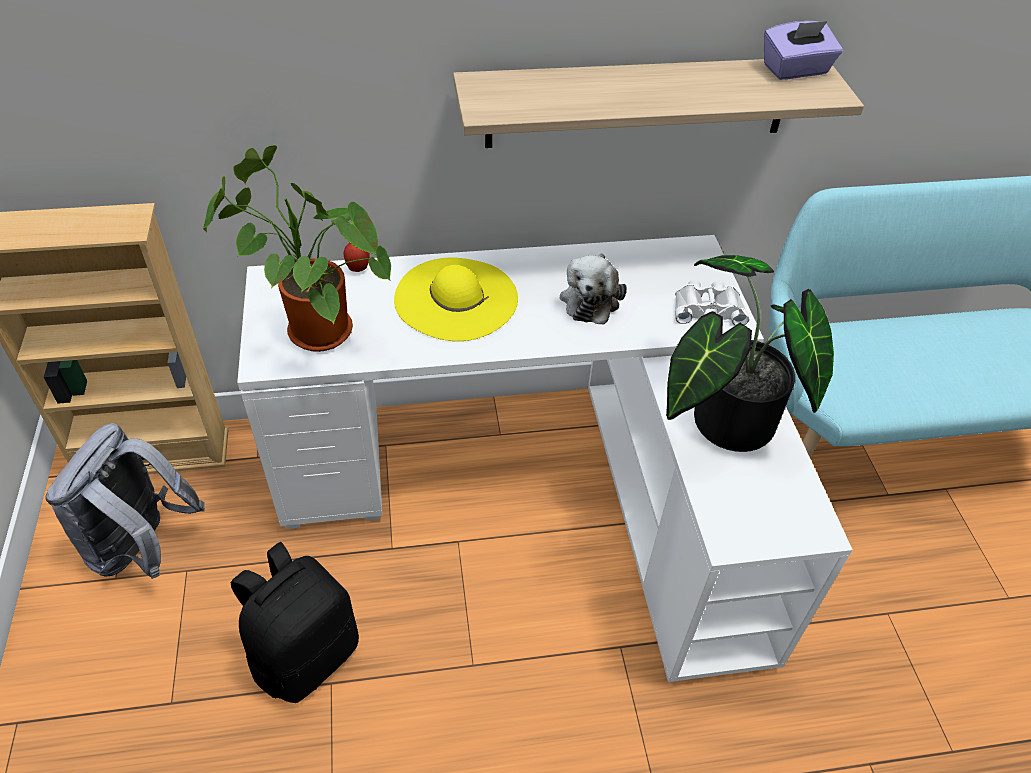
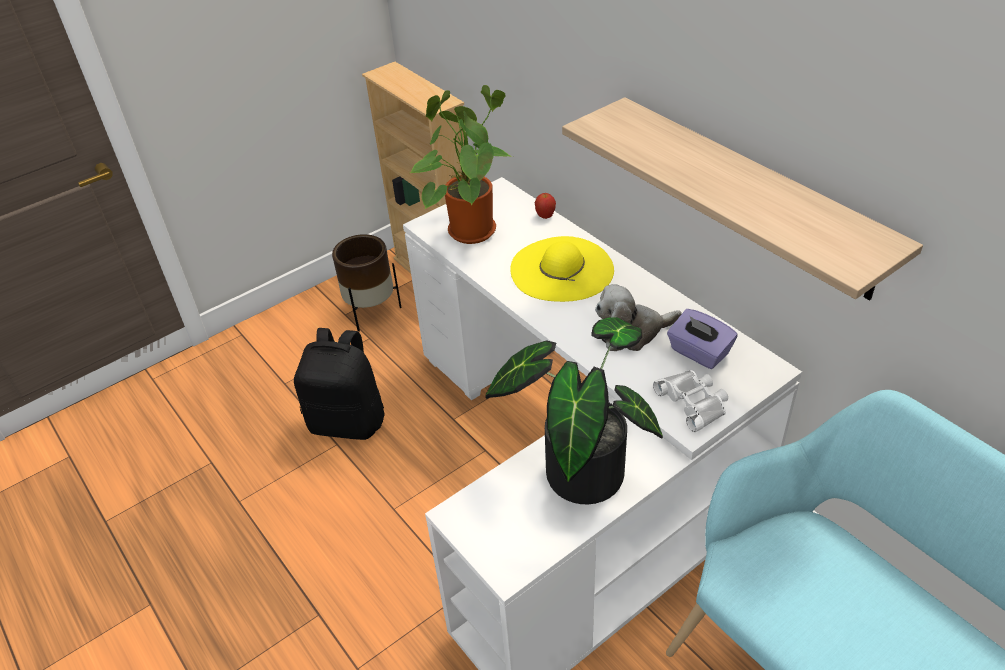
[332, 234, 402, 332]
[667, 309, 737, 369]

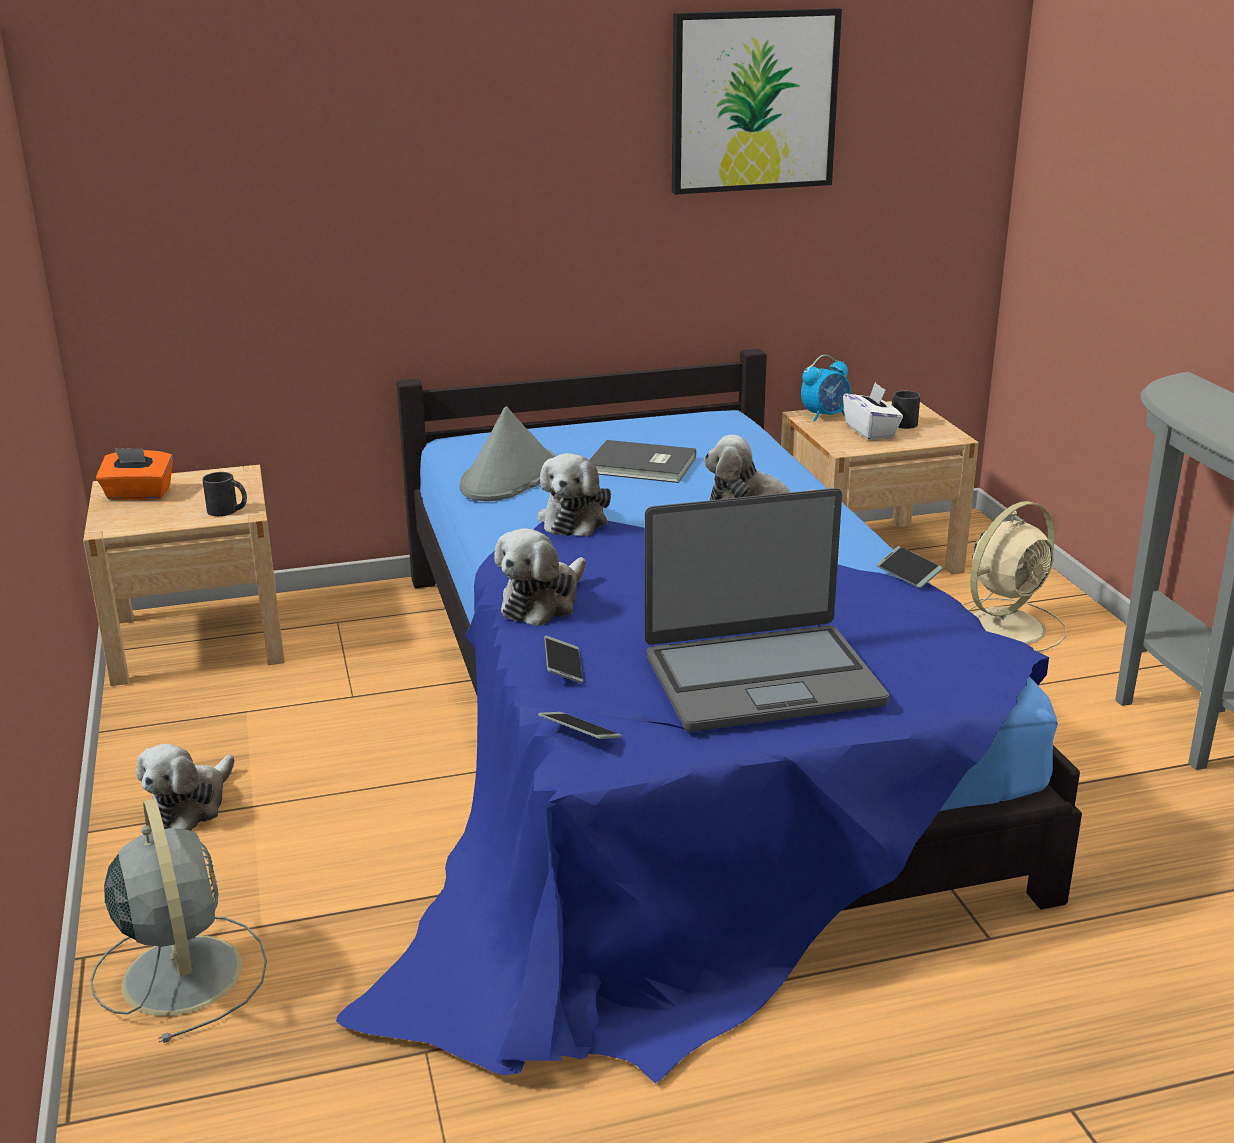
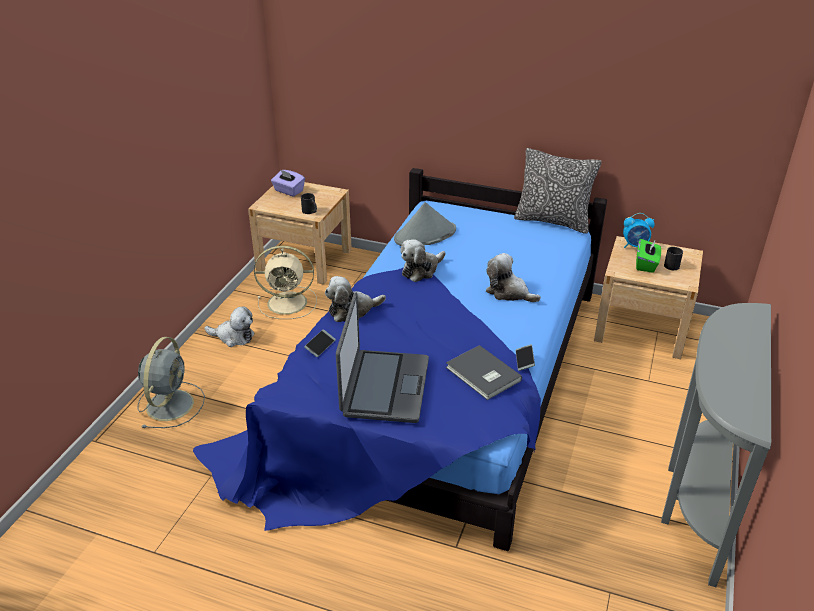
[271, 169, 305, 197]
[204, 306, 254, 347]
[538, 712, 622, 739] (first image)
[446, 345, 522, 400]
[336, 293, 429, 423]
[672, 8, 842, 195] (first image)
[636, 239, 661, 273]
[254, 246, 317, 319]
[514, 148, 602, 234]

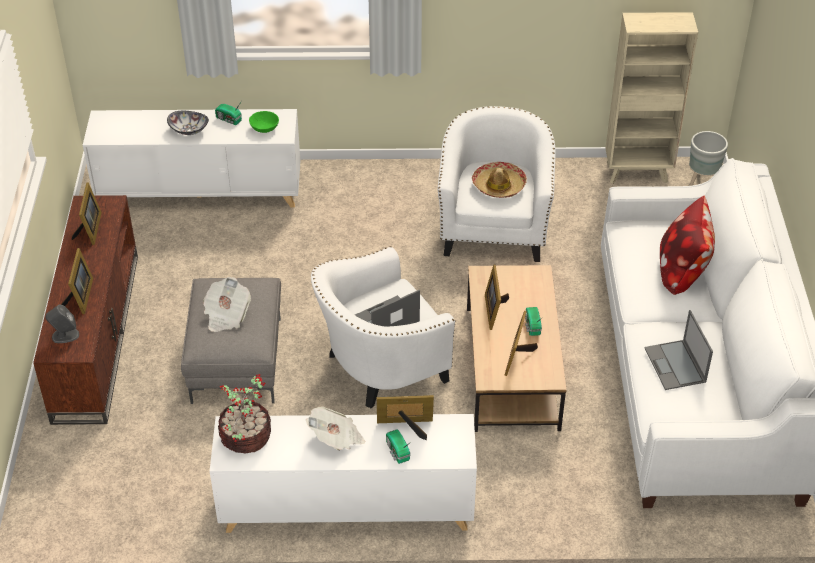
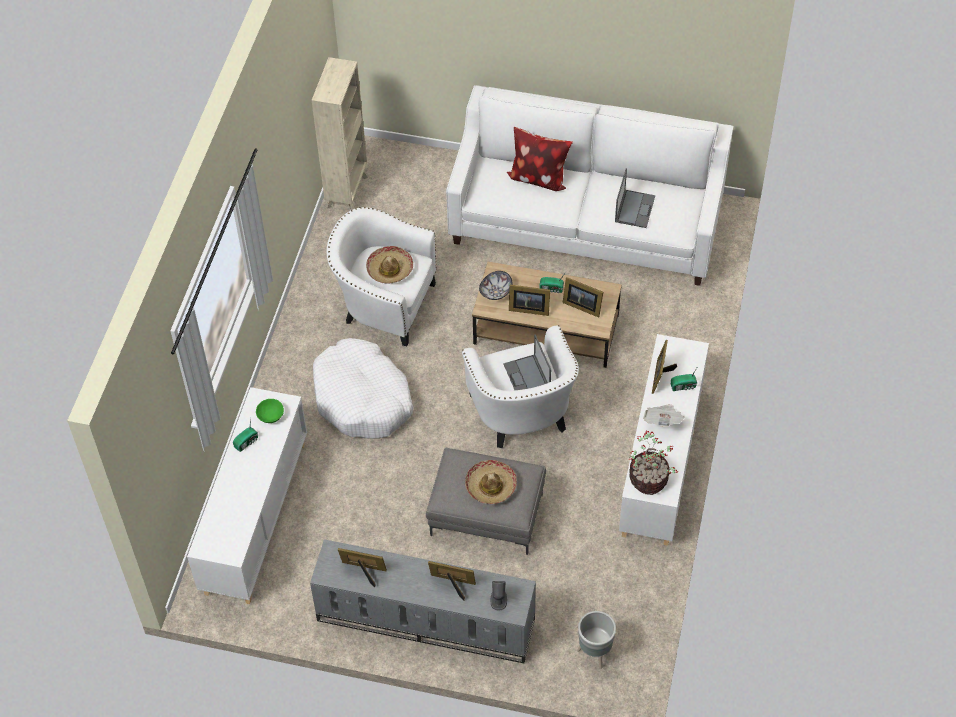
[310, 539, 536, 663]
[479, 271, 512, 300]
[465, 460, 517, 504]
[615, 168, 655, 228]
[577, 611, 616, 669]
[313, 338, 414, 439]

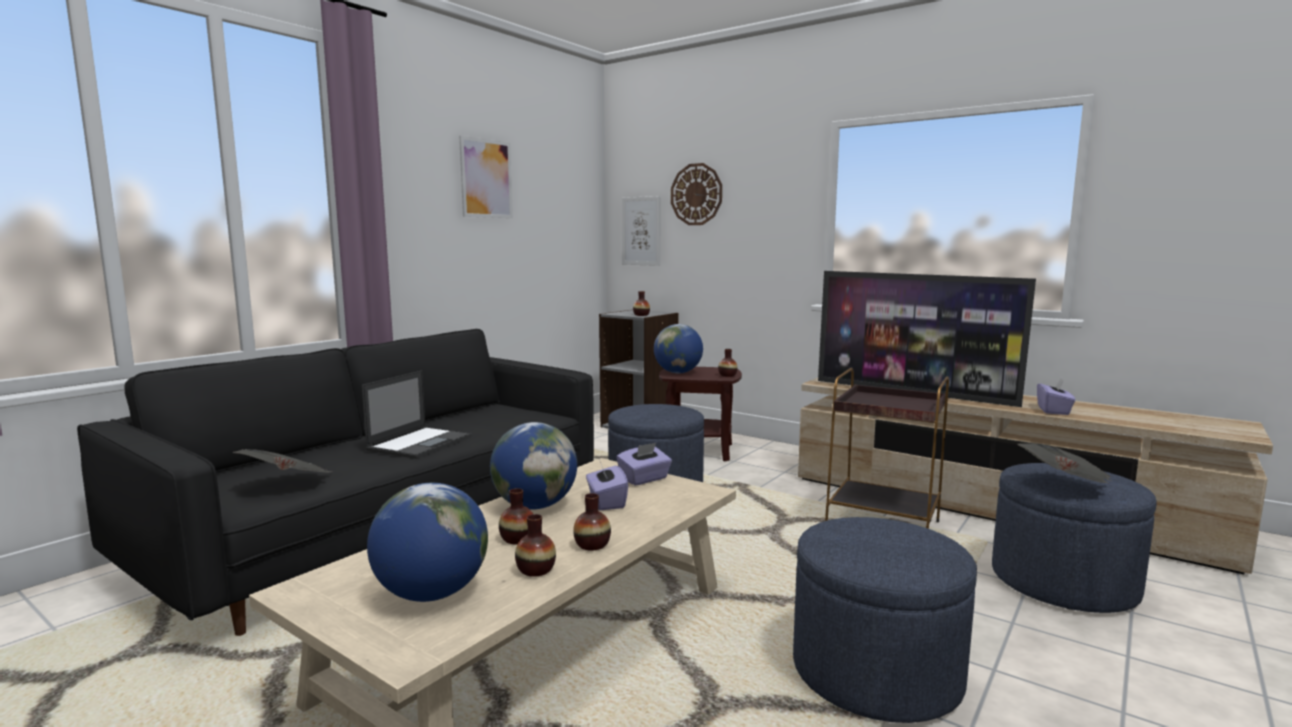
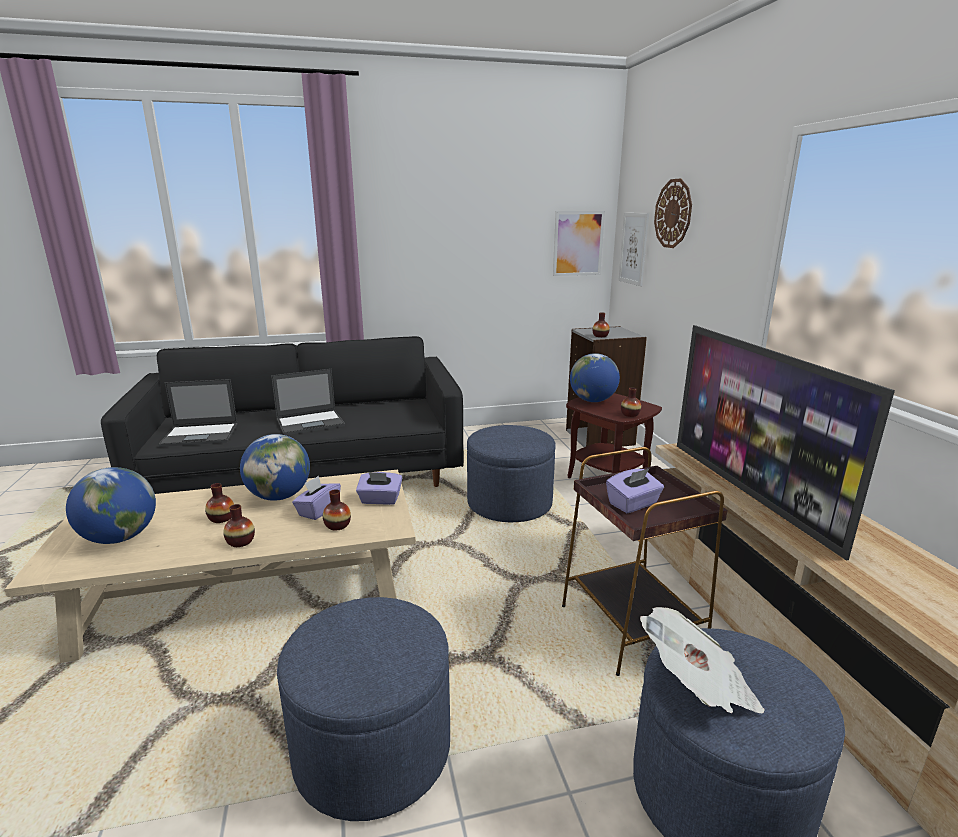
[158, 379, 238, 447]
[553, 211, 605, 276]
[323, 489, 351, 531]
[606, 468, 664, 513]

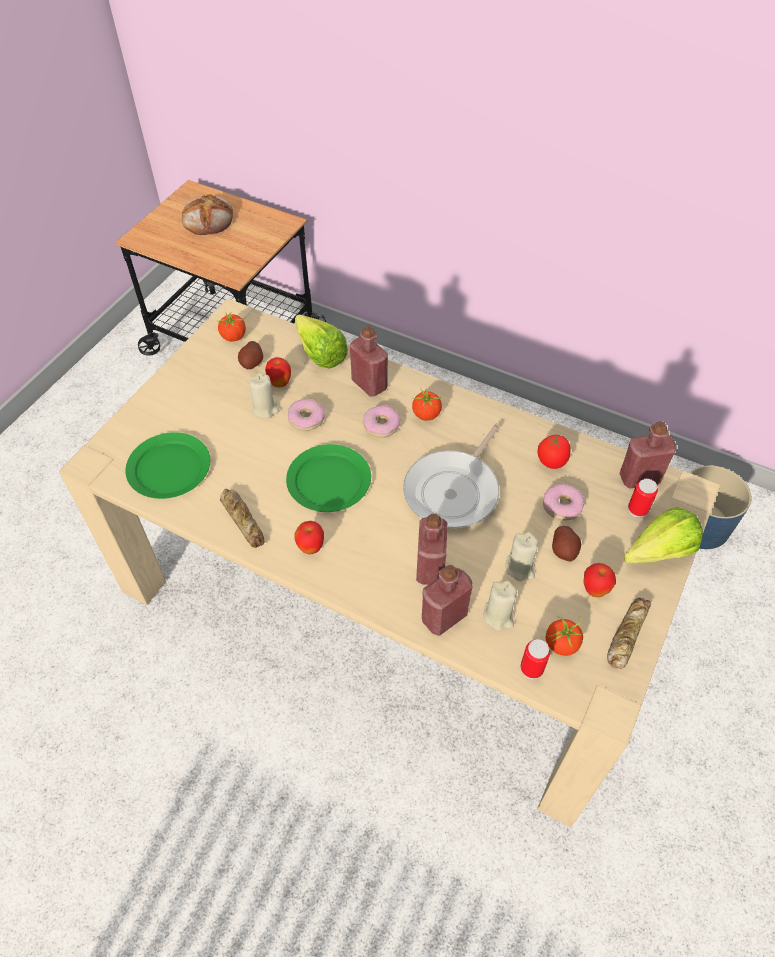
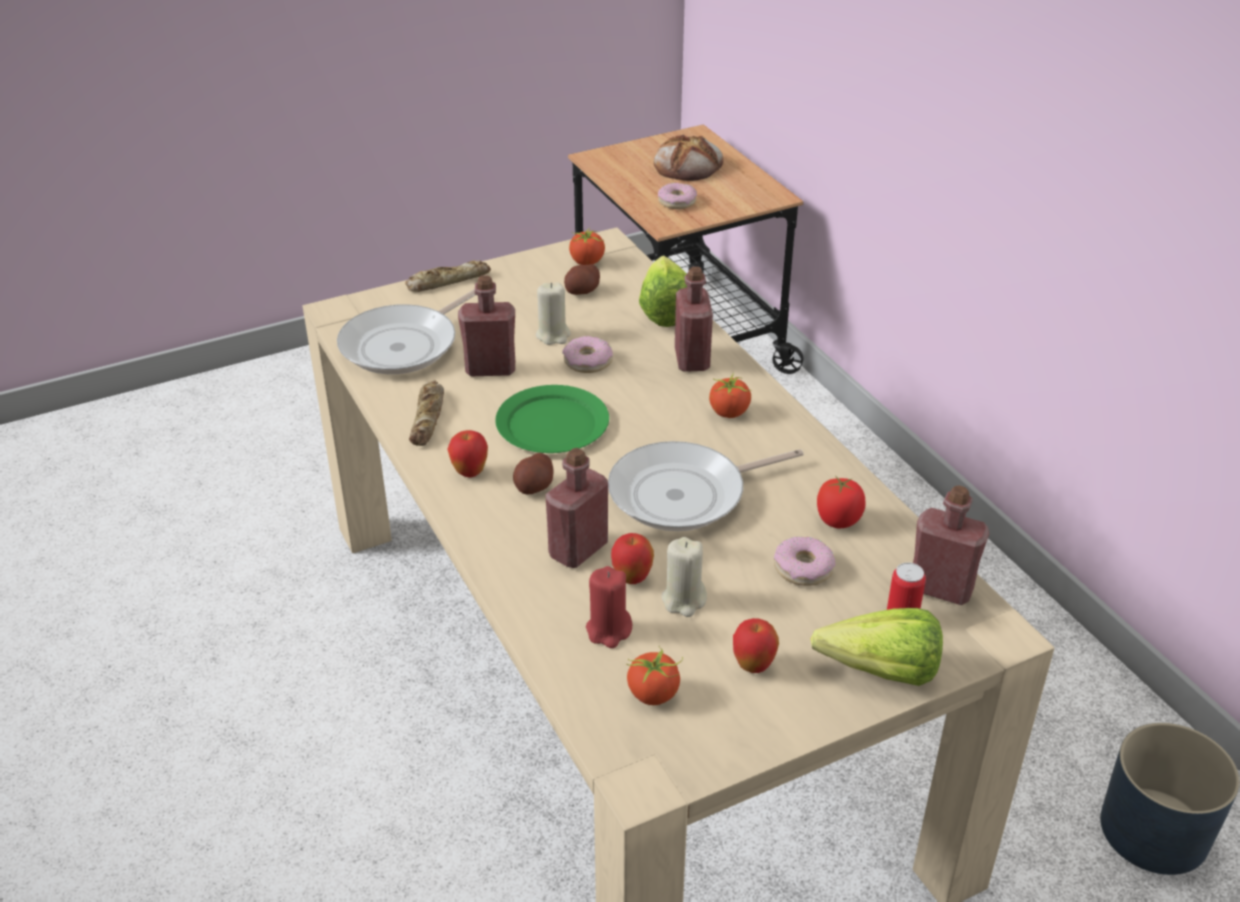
[337, 289, 476, 374]
[611, 533, 654, 584]
[658, 183, 697, 209]
[458, 275, 515, 376]
[586, 566, 632, 648]
[520, 639, 550, 679] (first image)
[513, 453, 553, 494]
[405, 260, 491, 292]

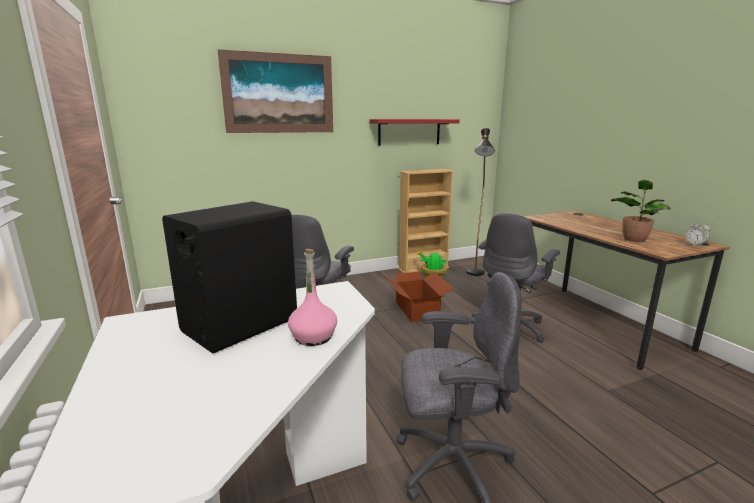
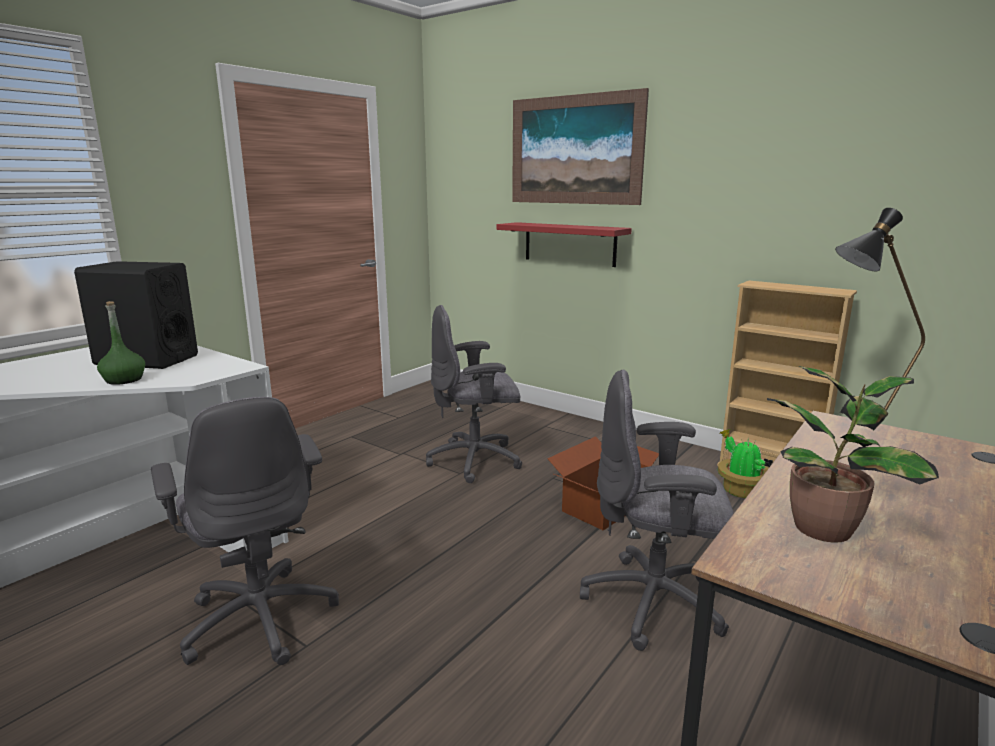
[97, 301, 145, 385]
[496, 222, 632, 267]
[685, 221, 711, 246] (first image)

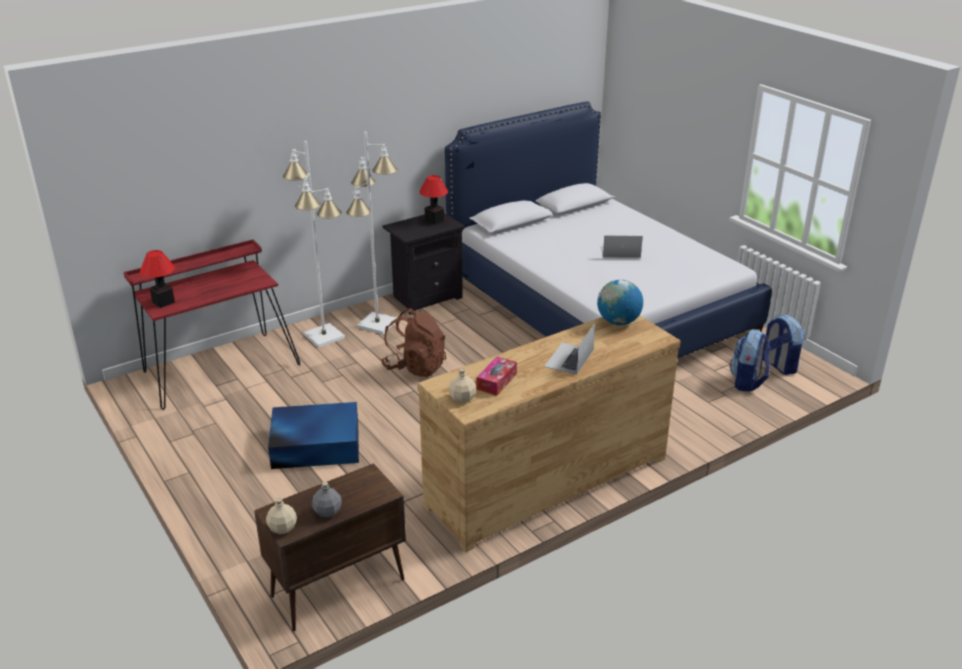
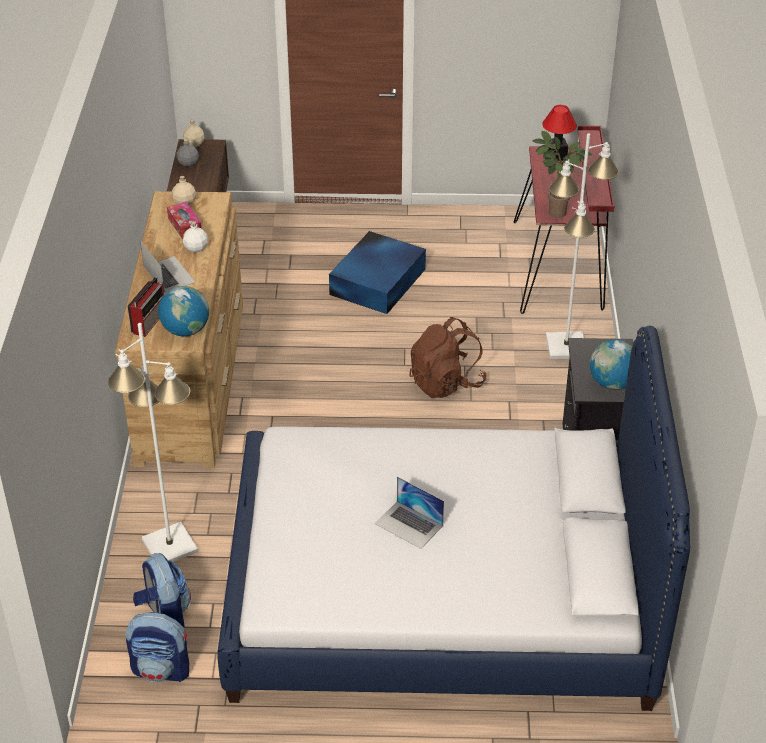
[108, 323, 198, 562]
[590, 340, 632, 390]
[375, 477, 444, 549]
[128, 277, 164, 337]
[183, 221, 208, 252]
[532, 131, 592, 218]

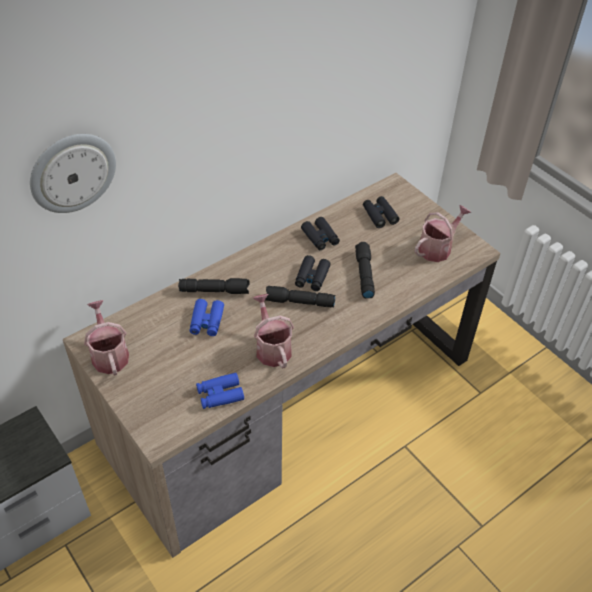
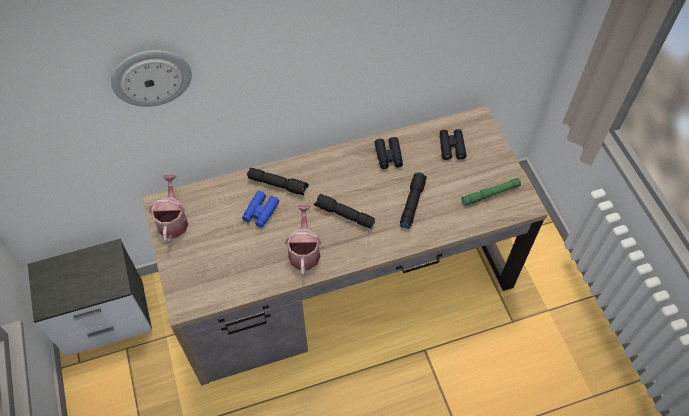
[196, 373, 244, 409] (first image)
[295, 255, 331, 291] (first image)
[462, 178, 521, 206]

